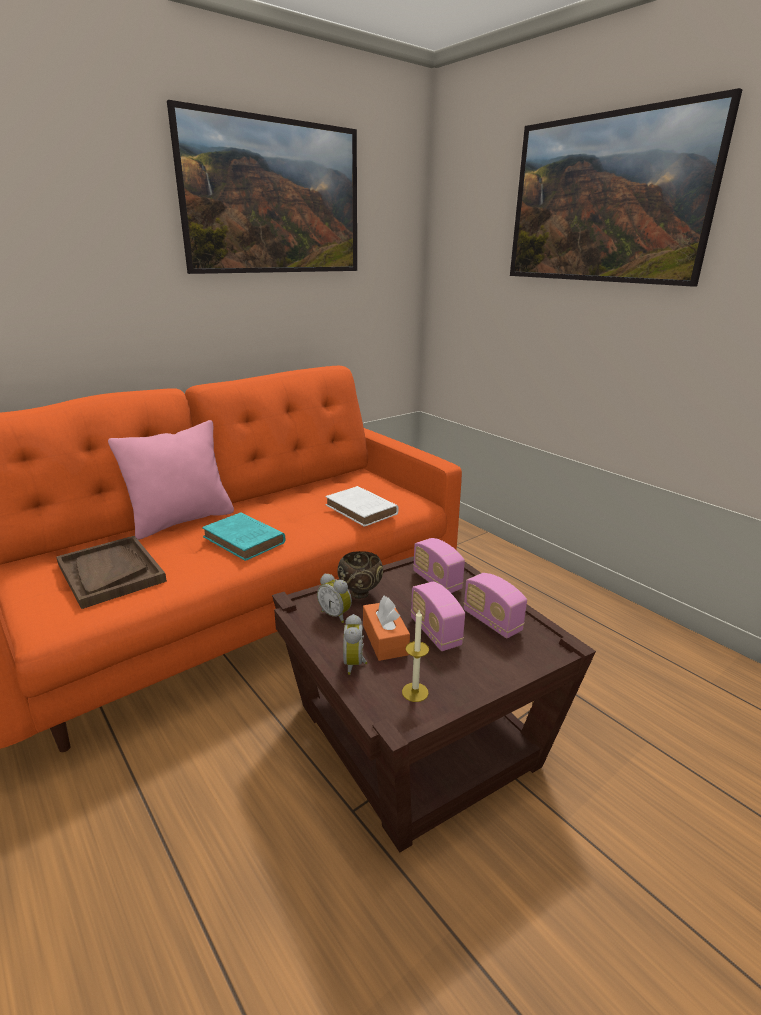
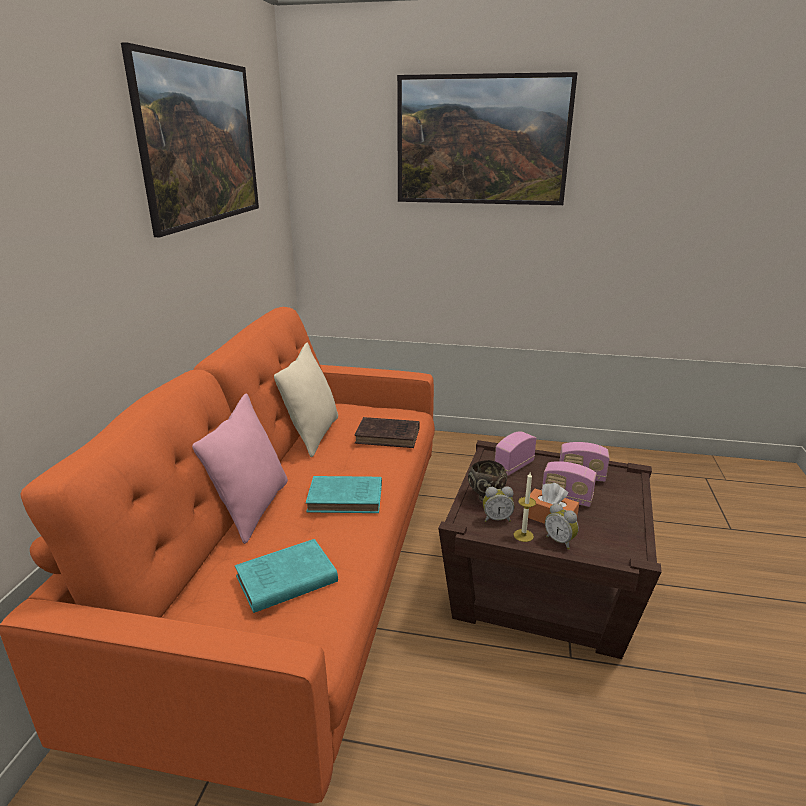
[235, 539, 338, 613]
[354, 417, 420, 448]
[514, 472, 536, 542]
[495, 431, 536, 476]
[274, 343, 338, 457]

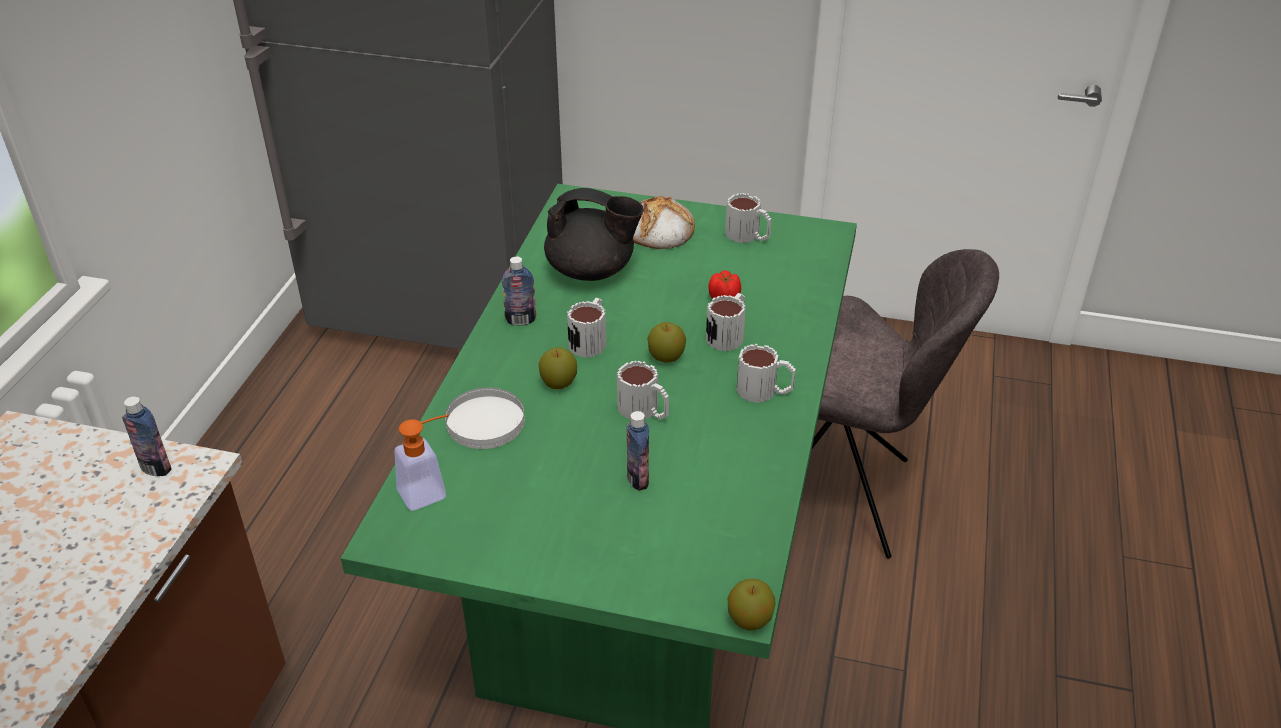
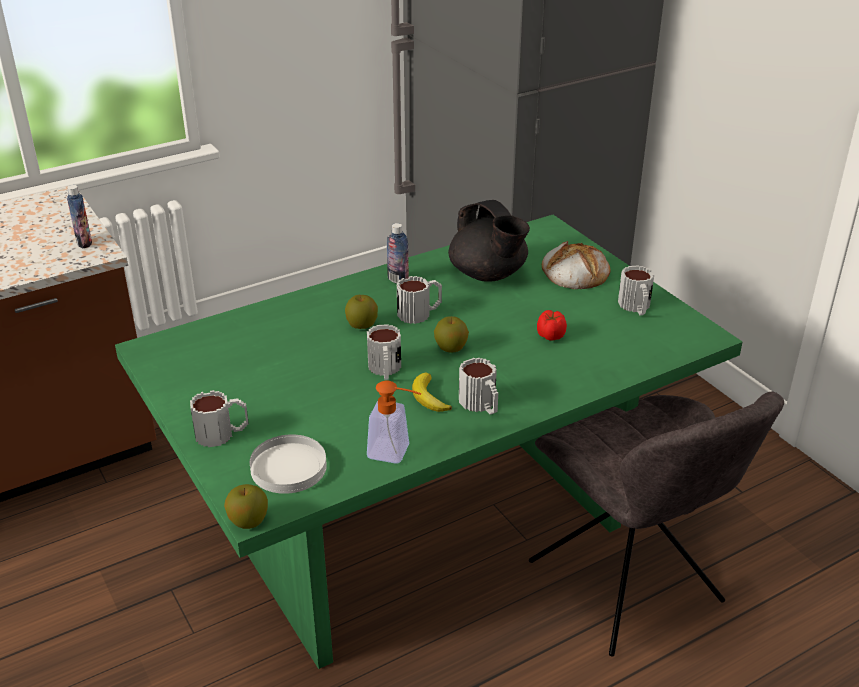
[367, 381, 422, 464]
[250, 434, 327, 494]
[627, 411, 649, 491] (first image)
[190, 390, 249, 447]
[412, 373, 452, 412]

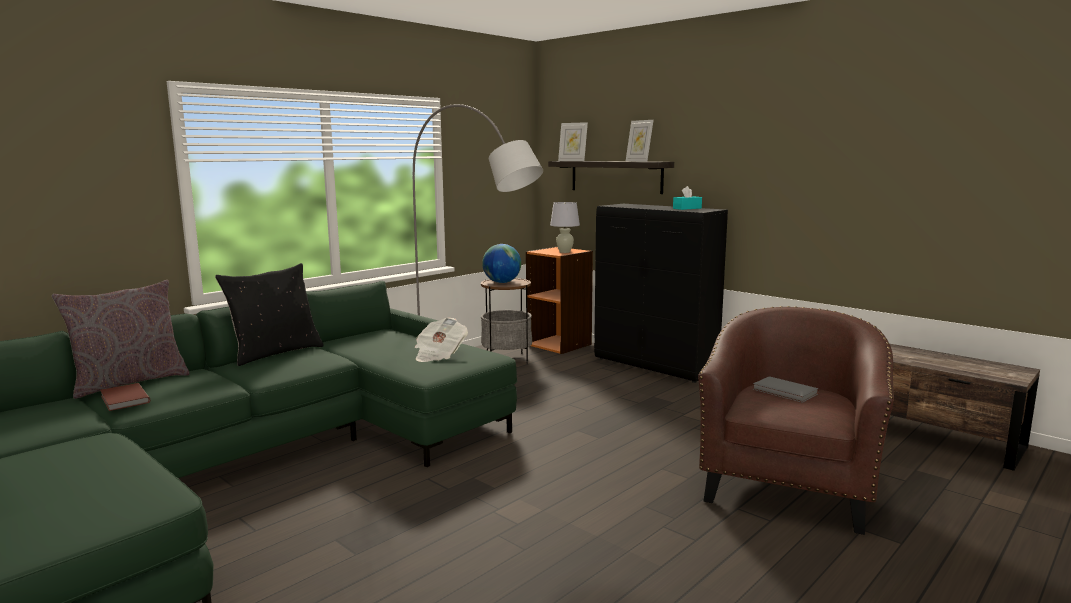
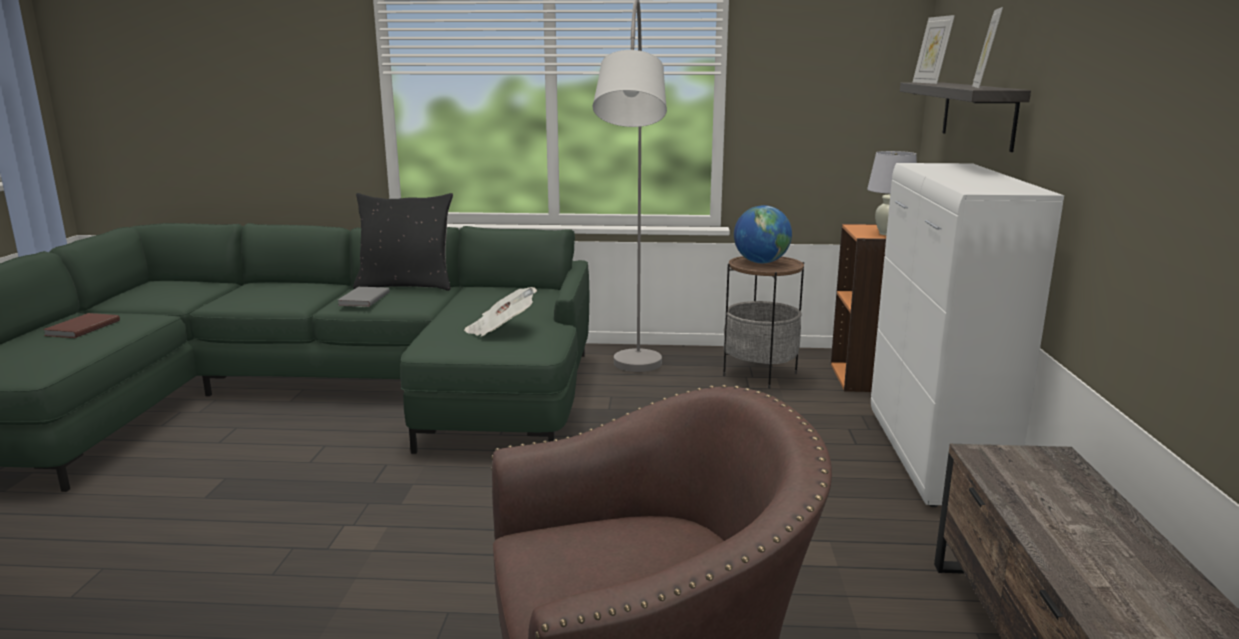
[52, 280, 190, 399] (first image)
[43, 313, 120, 338]
[871, 163, 1064, 507]
[673, 186, 702, 210] (first image)
[338, 287, 390, 307]

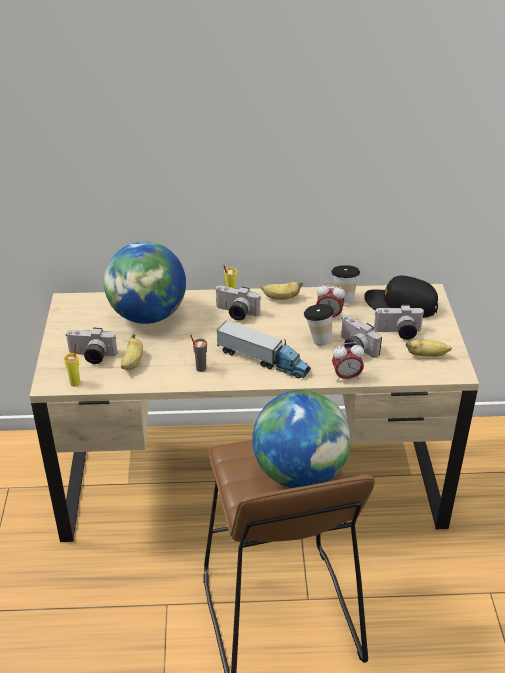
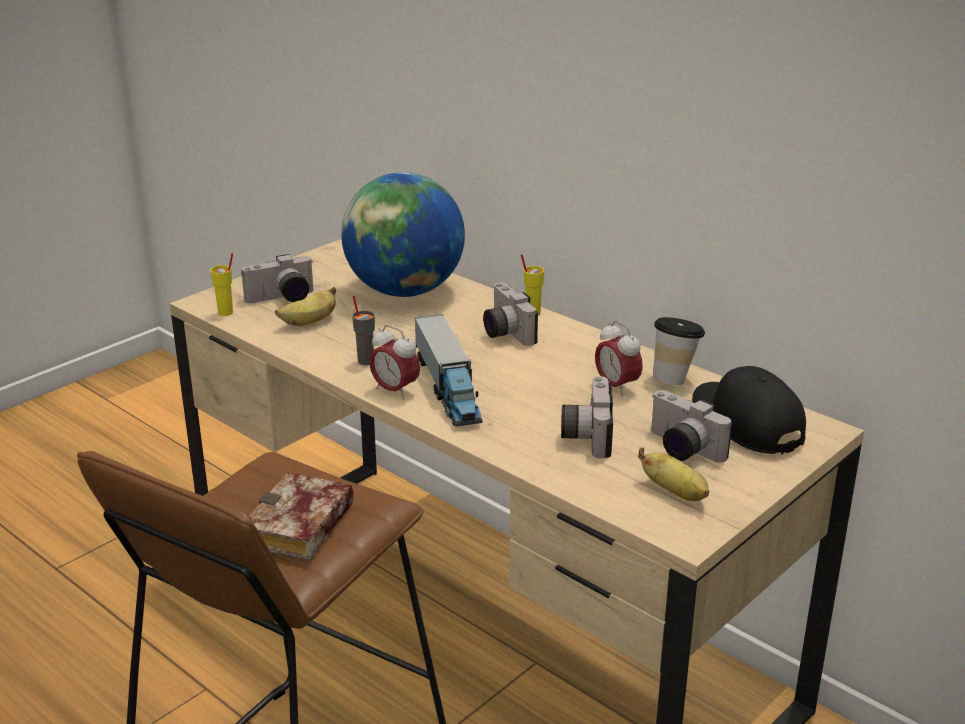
[241, 254, 314, 303]
[249, 472, 354, 560]
[261, 282, 303, 300] (first image)
[304, 304, 334, 345] (first image)
[369, 325, 420, 400]

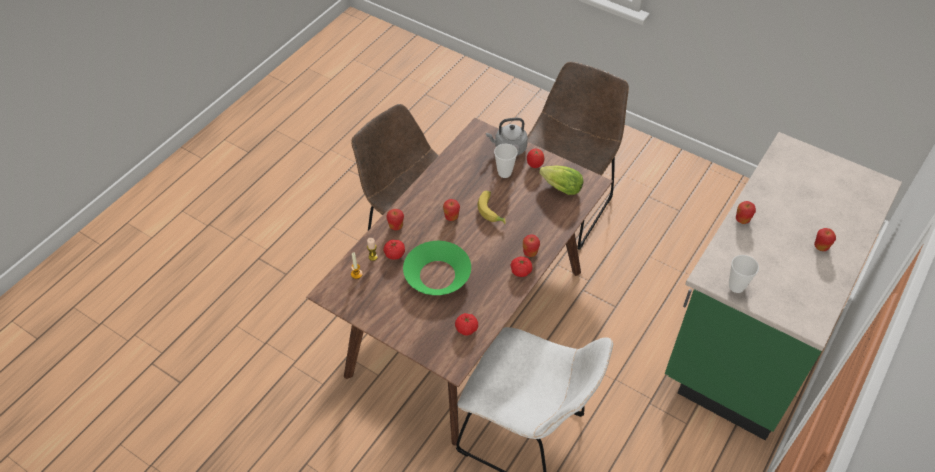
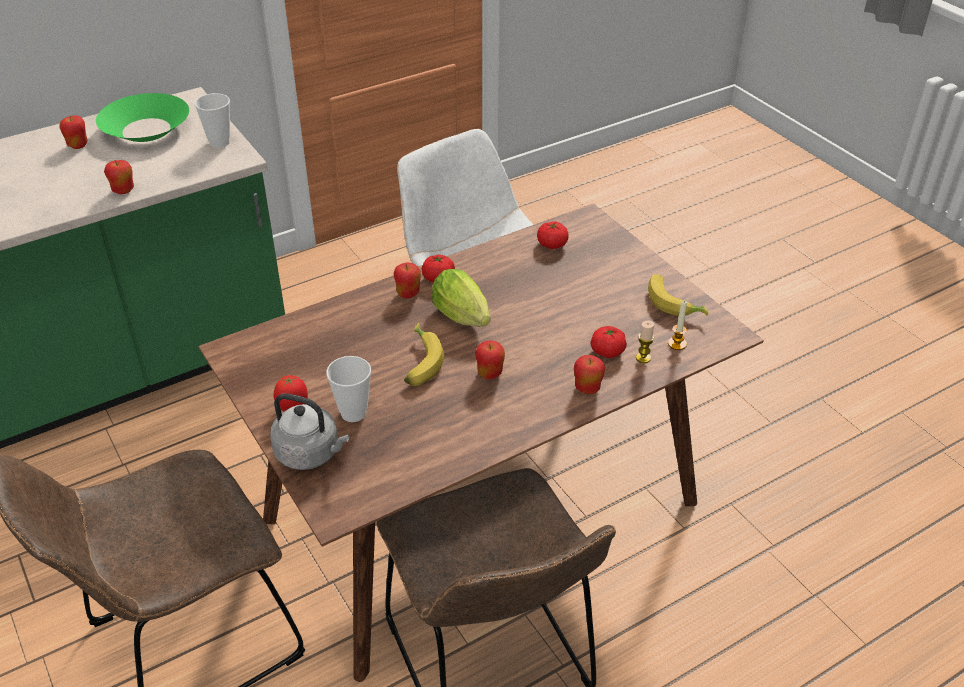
[96, 93, 189, 142]
[432, 269, 491, 327]
[648, 274, 709, 316]

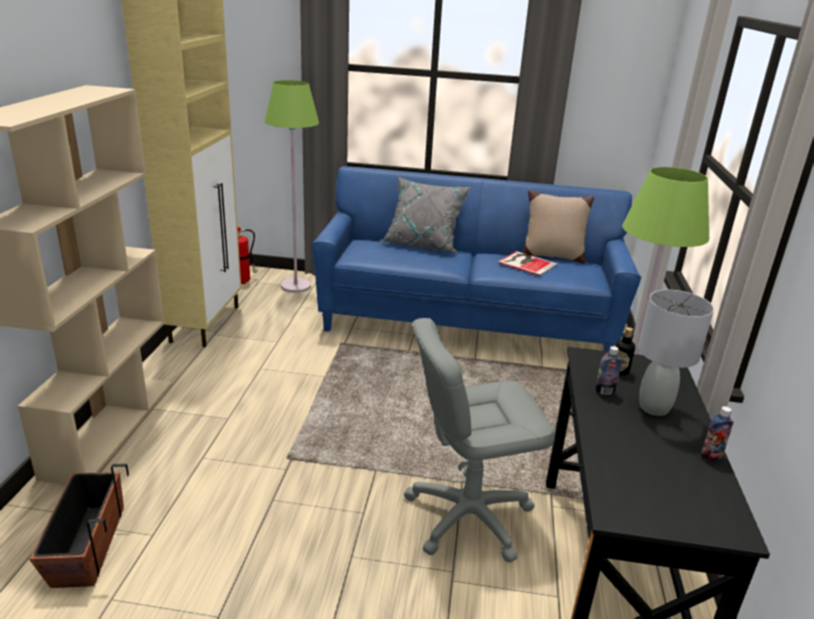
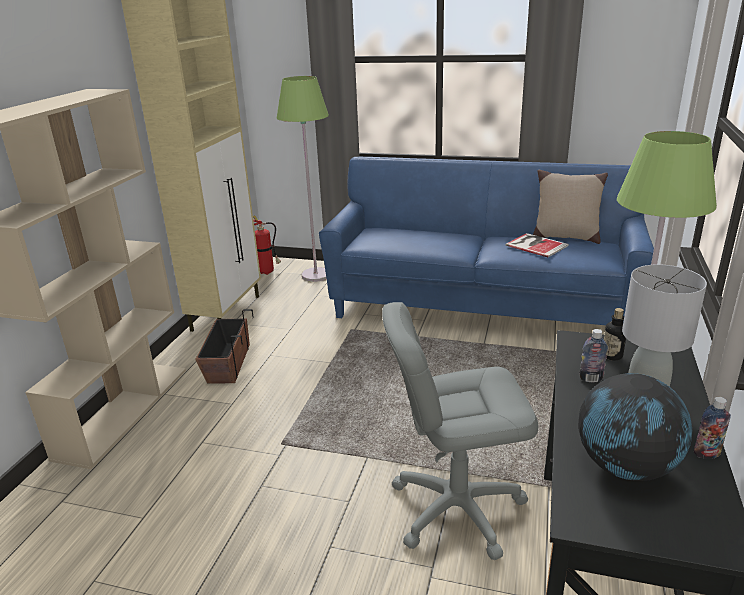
[195, 309, 253, 384]
[380, 177, 471, 253] (first image)
[578, 373, 692, 481]

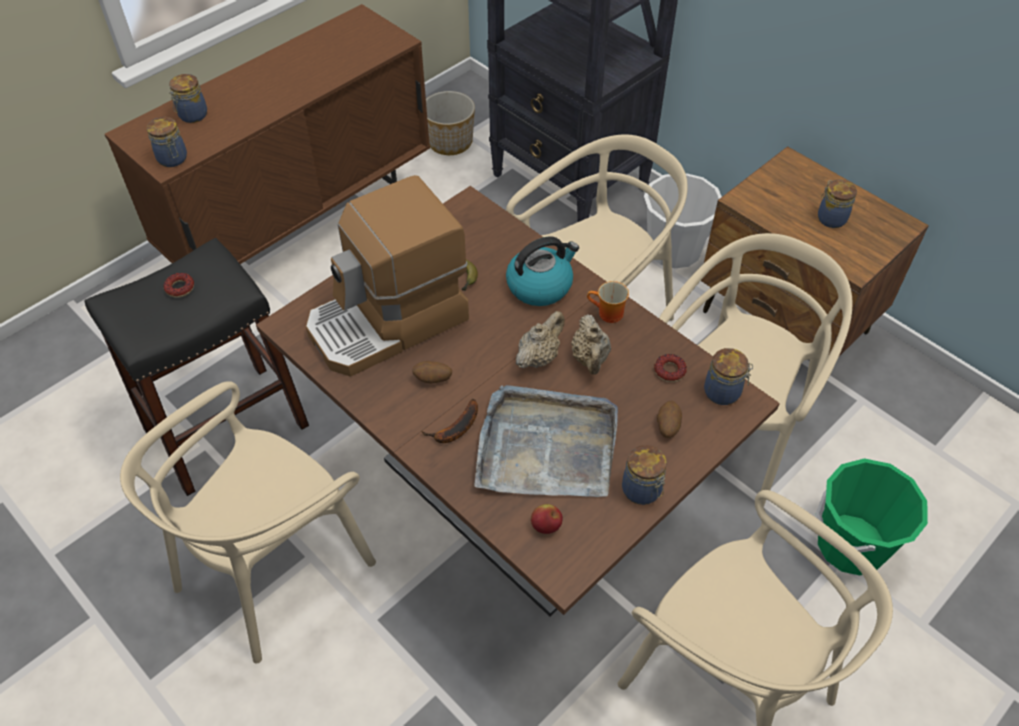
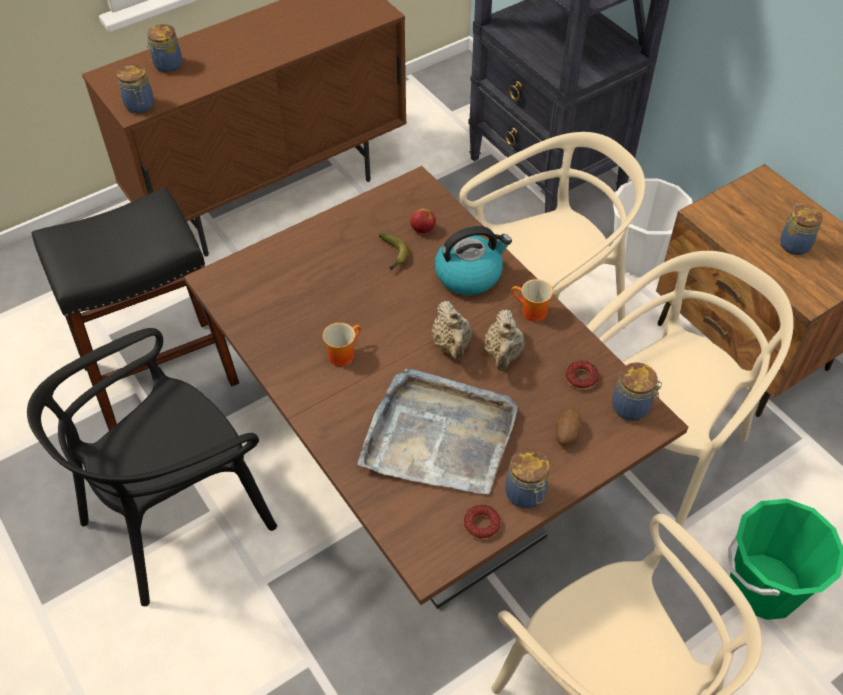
[27, 328, 277, 606]
[464, 505, 501, 539]
[306, 175, 469, 377] (first image)
[323, 323, 361, 366]
[421, 399, 478, 443] (first image)
[426, 91, 475, 155] (first image)
[432, 301, 472, 361]
[410, 209, 436, 233]

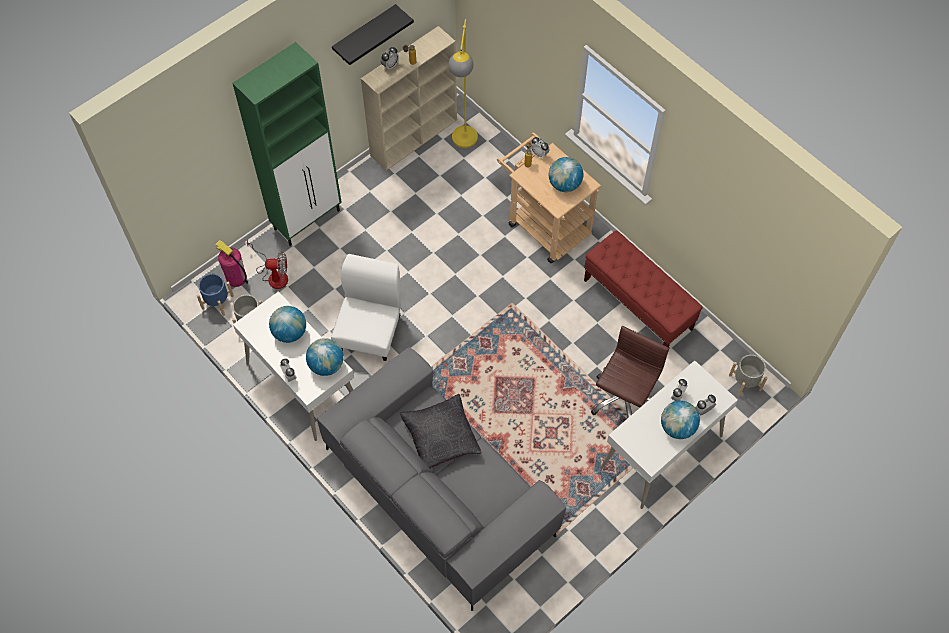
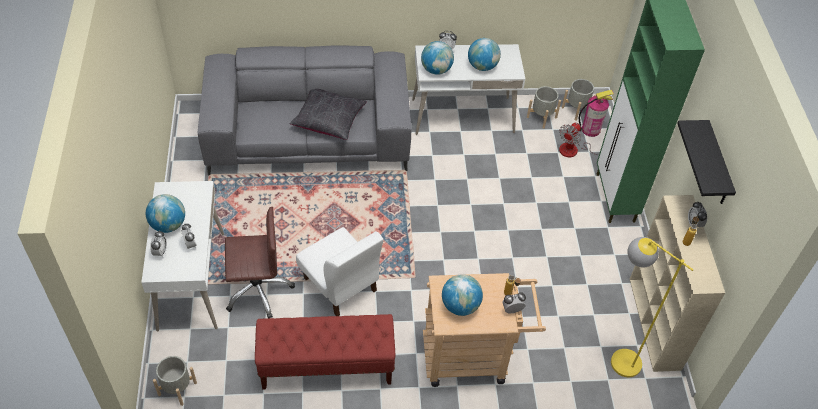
[562, 79, 596, 121]
[296, 227, 383, 316]
[225, 207, 295, 318]

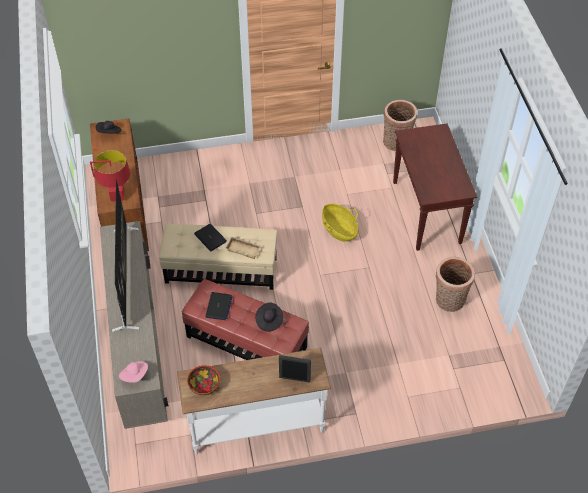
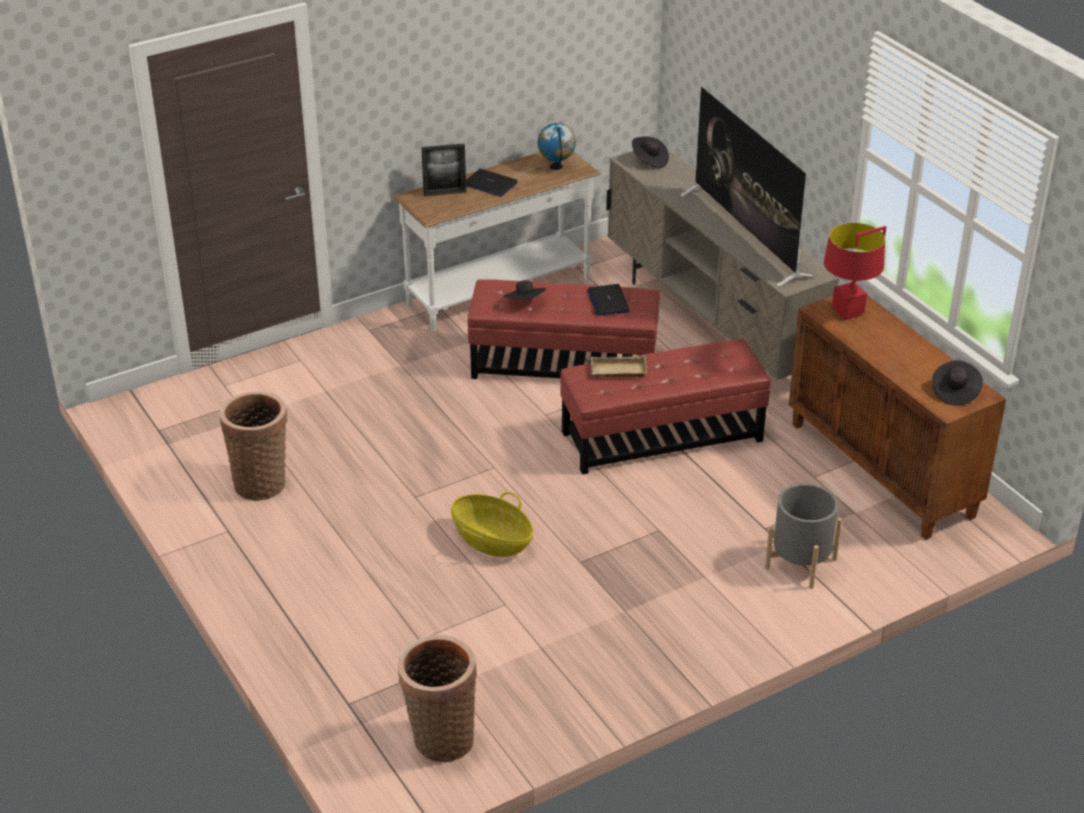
[632, 137, 669, 168]
[560, 339, 771, 475]
[538, 123, 576, 170]
[466, 169, 518, 197]
[393, 123, 477, 251] (first image)
[765, 483, 842, 589]

